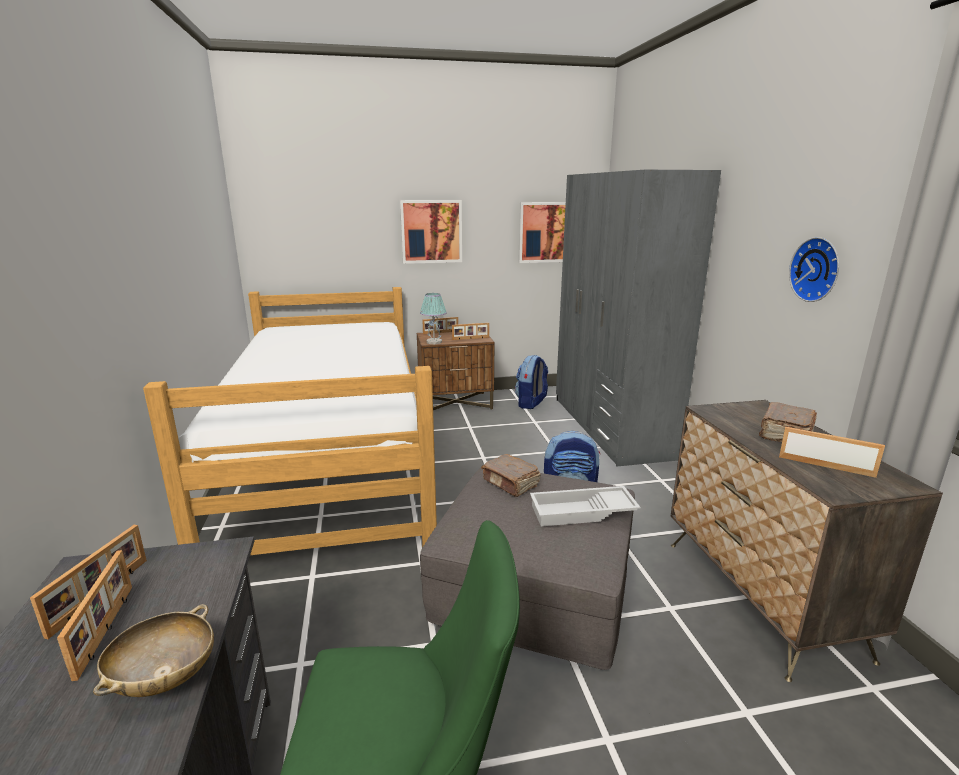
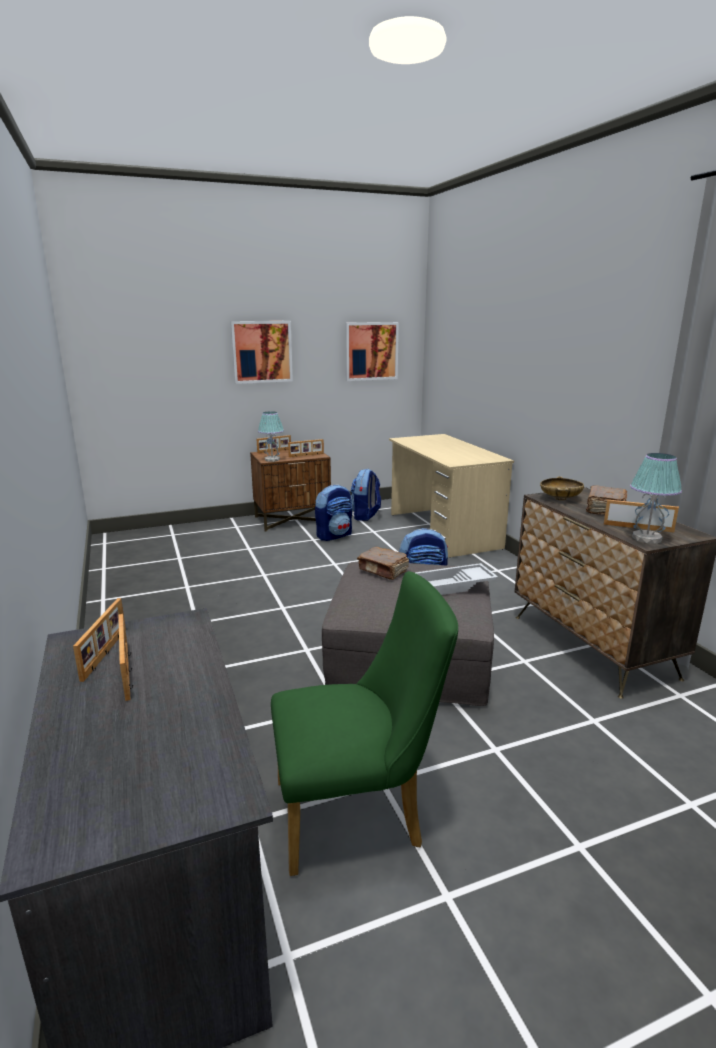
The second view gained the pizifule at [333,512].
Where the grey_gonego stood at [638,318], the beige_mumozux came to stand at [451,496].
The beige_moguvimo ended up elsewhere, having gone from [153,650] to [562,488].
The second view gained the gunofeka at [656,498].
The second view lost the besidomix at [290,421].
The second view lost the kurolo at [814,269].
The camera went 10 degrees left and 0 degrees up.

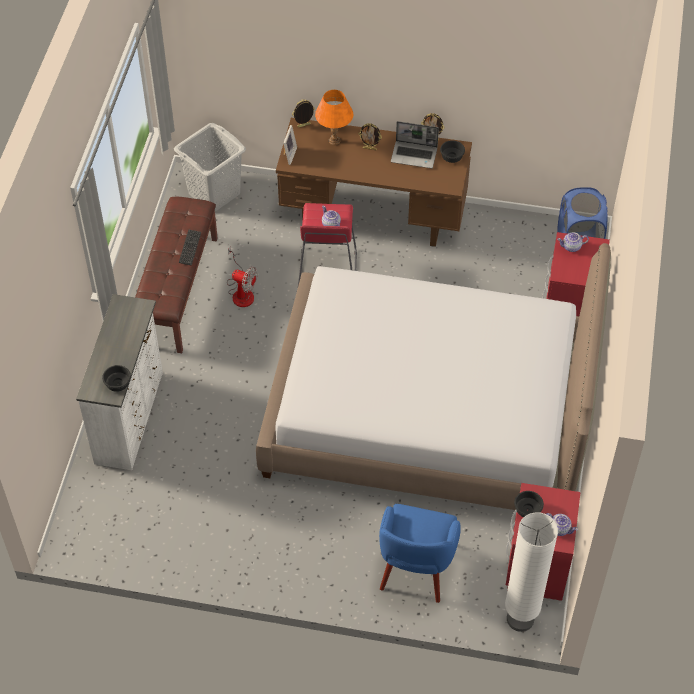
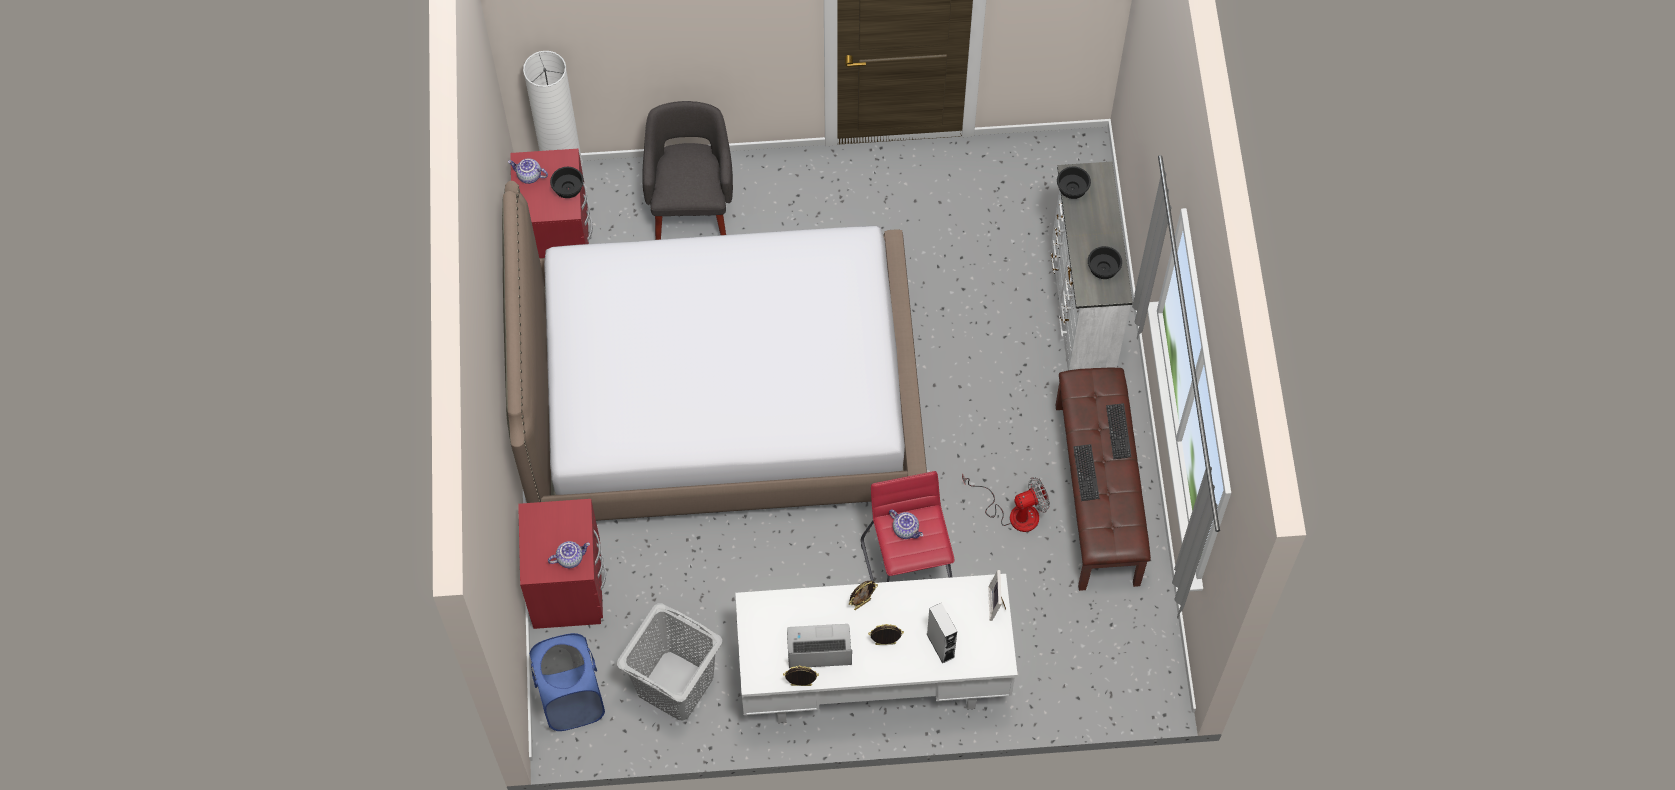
The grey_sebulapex ended up elsewhere, having gone from [210,167] to [669,661].
What was the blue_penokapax at [420,553] turned into the grey_penokapax at [687,170].
What was the brown_mumozux at [374,182] turned into the white_mumozux at [876,648].
The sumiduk ended up elsewhere, having gone from [303,113] to [863,595].
Where the orange_gunofeka stood at [334,117], the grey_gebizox came to stand at [942,633].
The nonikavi at [242,276] ended up facing another way, 150 degrees clockwise from before.
The black_moguvimo ended up elsewhere, having gone from [452,151] to [1105,262].
The second view gained the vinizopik at [1118,431].
The camera went 165 degrees right and 10 degrees up.

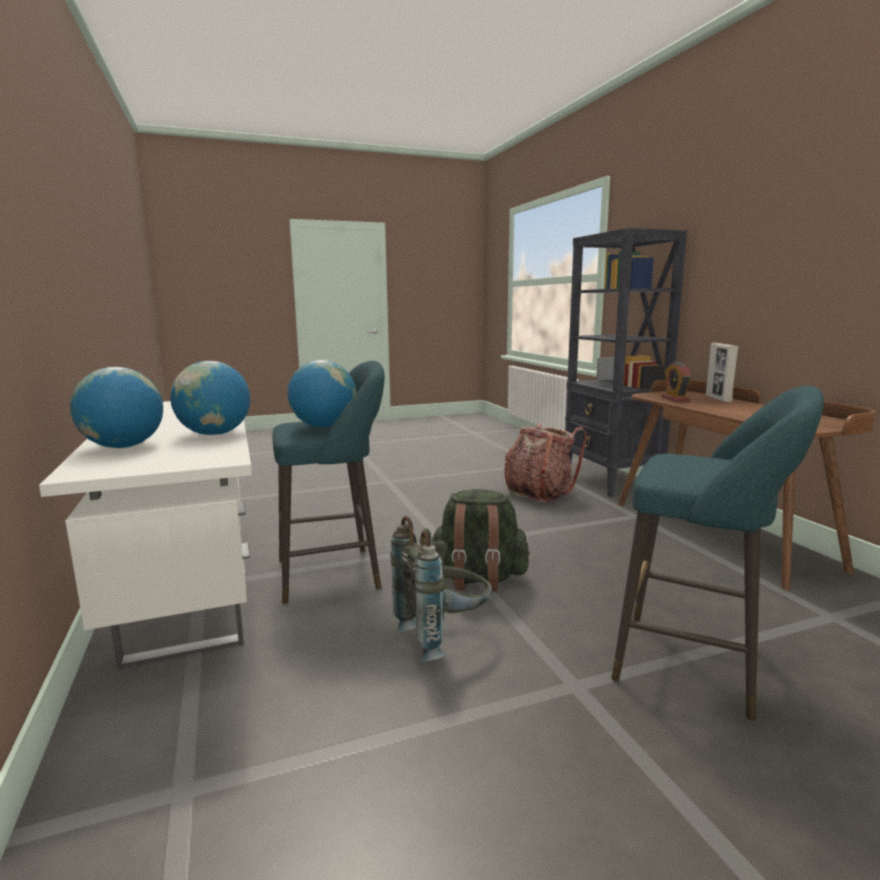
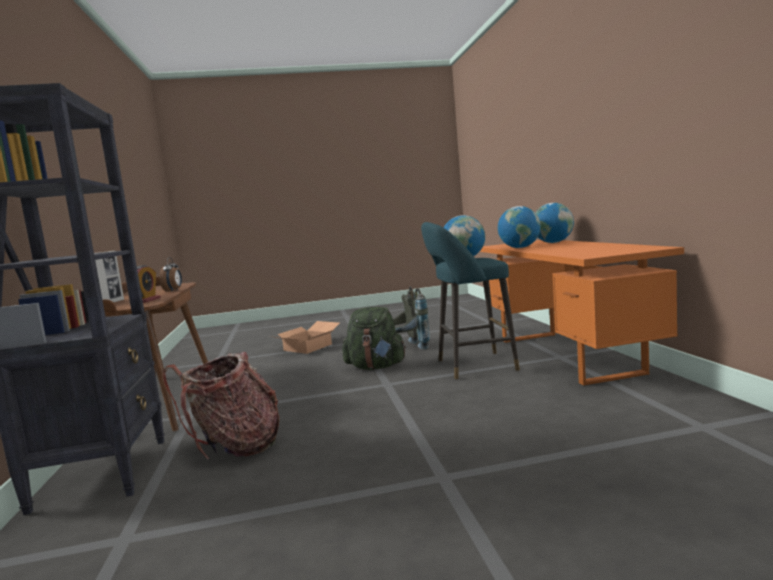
The second view gained the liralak at [170,274].
Where the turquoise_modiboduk stood at [717,553], the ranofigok came to stand at [305,337].
What was the white_mumozux at [145,535] turned into the orange_mumozux at [582,313].
The camera went 170 degrees left and 5 degrees down.

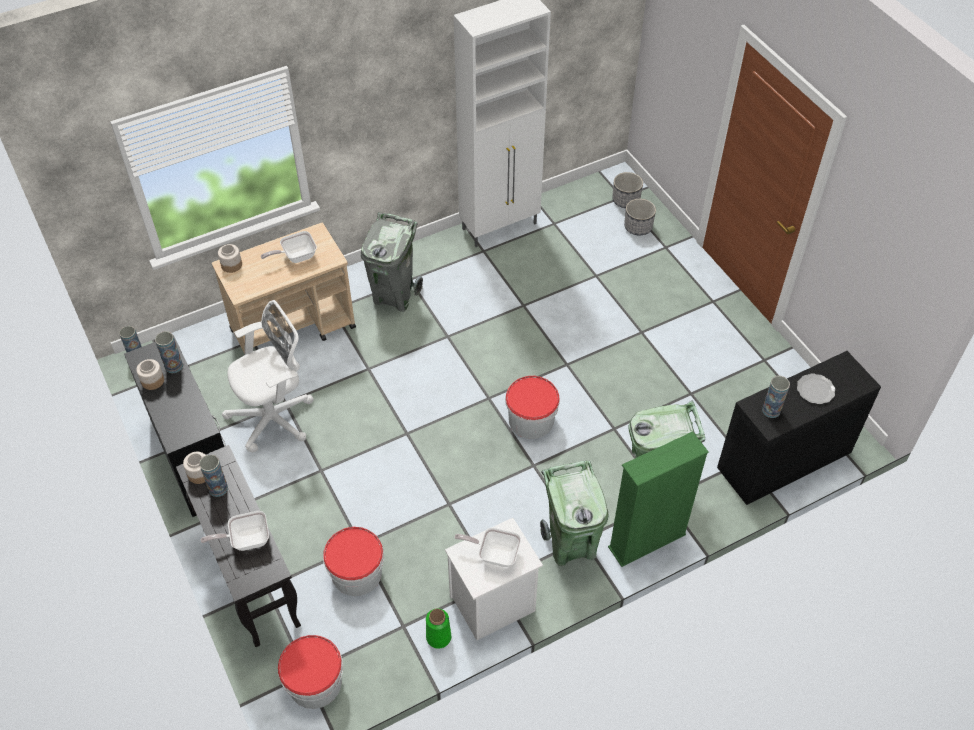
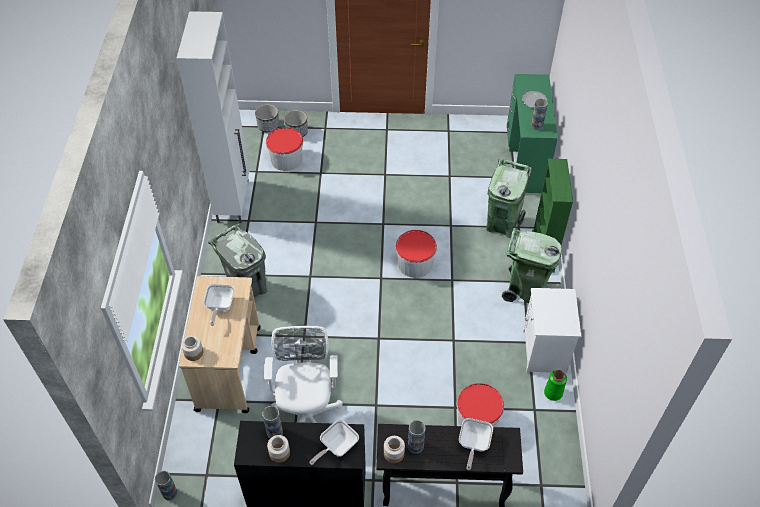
The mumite ended up elsewhere, having gone from [310,672] to [284,149].
The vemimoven ended up elsewhere, having gone from [487,547] to [334,442].
What was the black_mumozux at [799,428] turned into the green_mumozux at [532,133].
The camera went 60 degrees left and 0 degrees up.

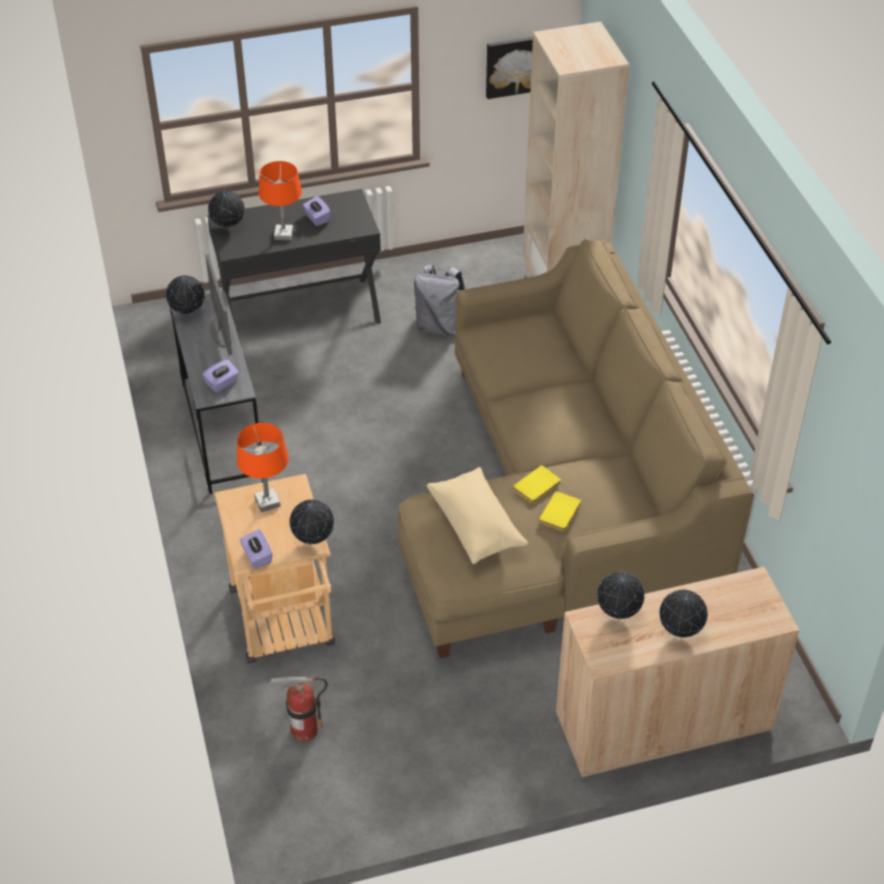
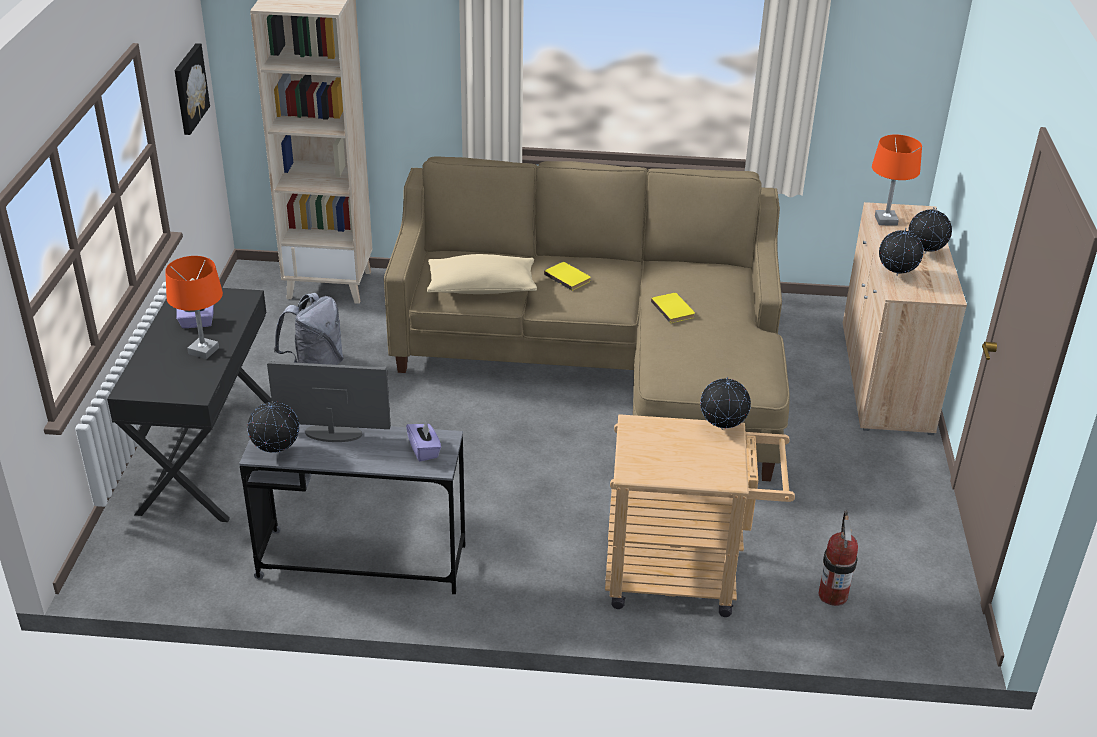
The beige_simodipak ended up elsewhere, having gone from [477,515] to [482,274].
The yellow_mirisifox ended up elsewhere, having gone from [559,511] to [567,276].
The orange_gunofeka ended up elsewhere, having gone from [262,467] to [897,179].
The second view lost the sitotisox at [226,209].
The second view lost the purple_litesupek at [256,549].
The camera went 70 degrees left and 10 degrees down.

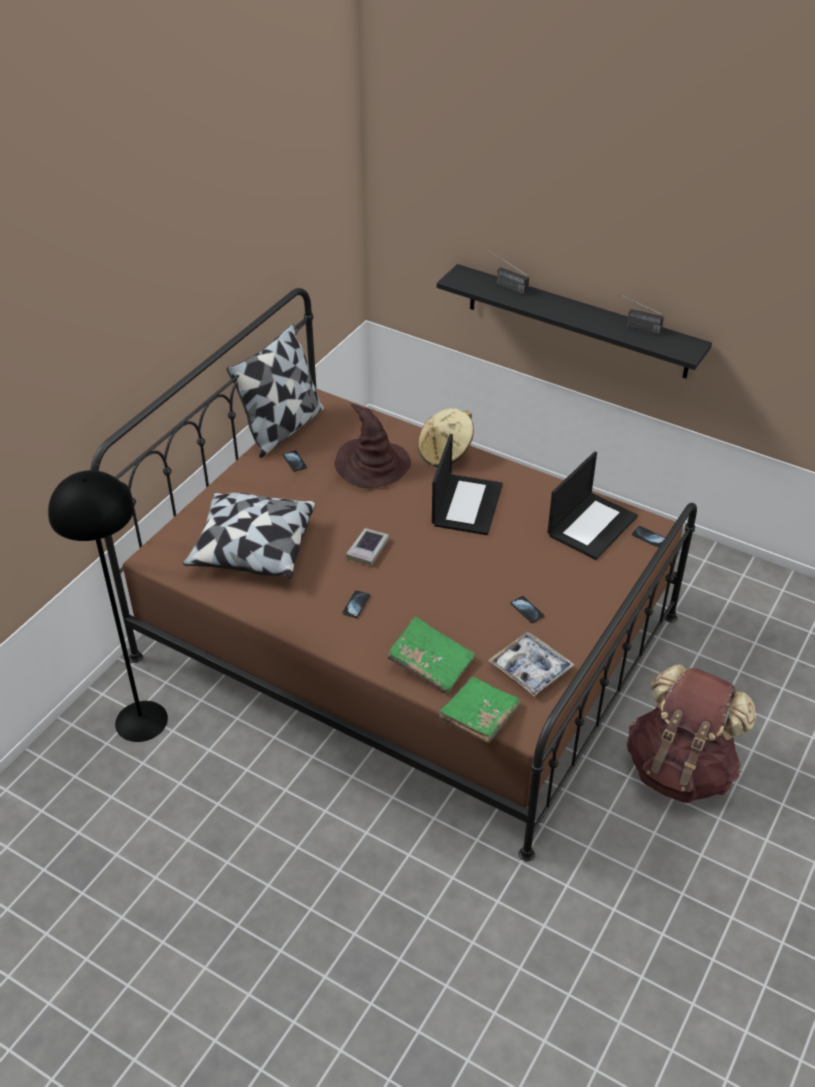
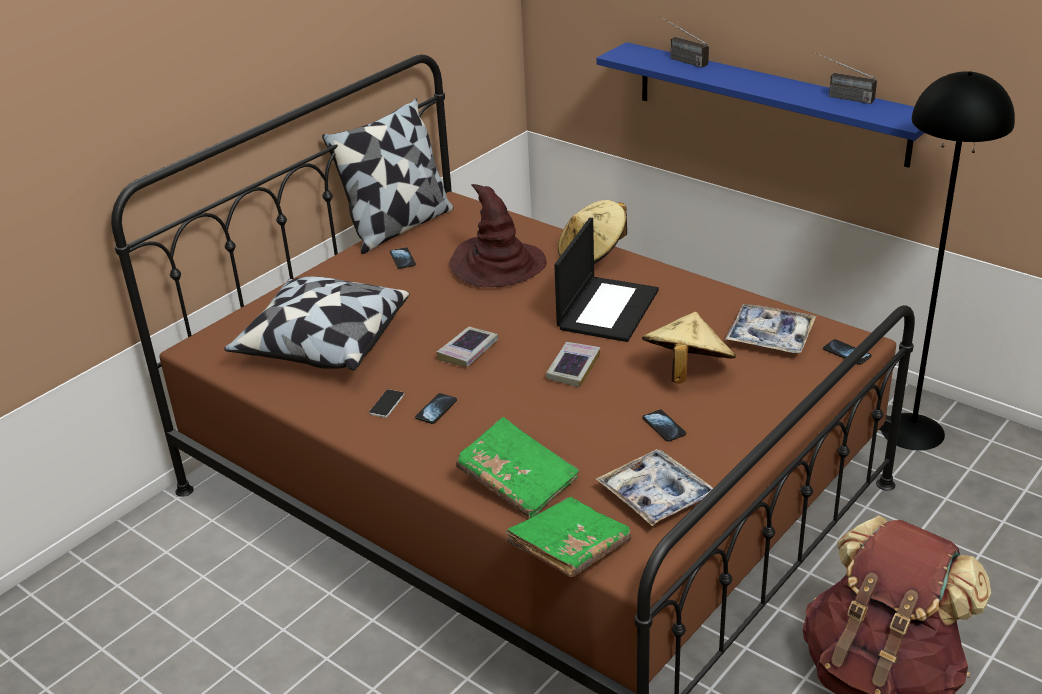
The second view gained the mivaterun at [386,403].
The second view gained the mirisifox at [573,365].
What was the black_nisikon at [574,321] turned into the blue_nisikon at [760,105].
The second view gained the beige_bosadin at [689,348].
Where the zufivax stood at [592,505], the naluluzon came to stand at [770,328].
The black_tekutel ended up elsewhere, having gone from [108,606] to [948,260].
The camera went 10 degrees right and 10 degrees down.

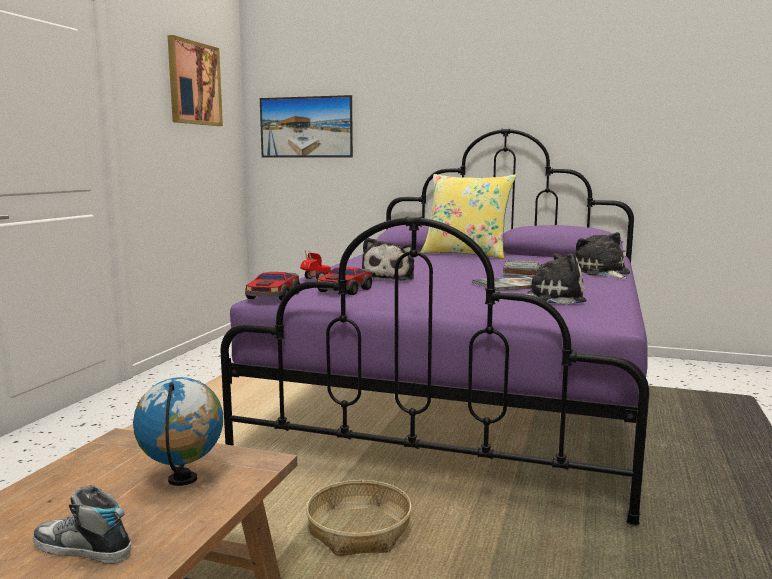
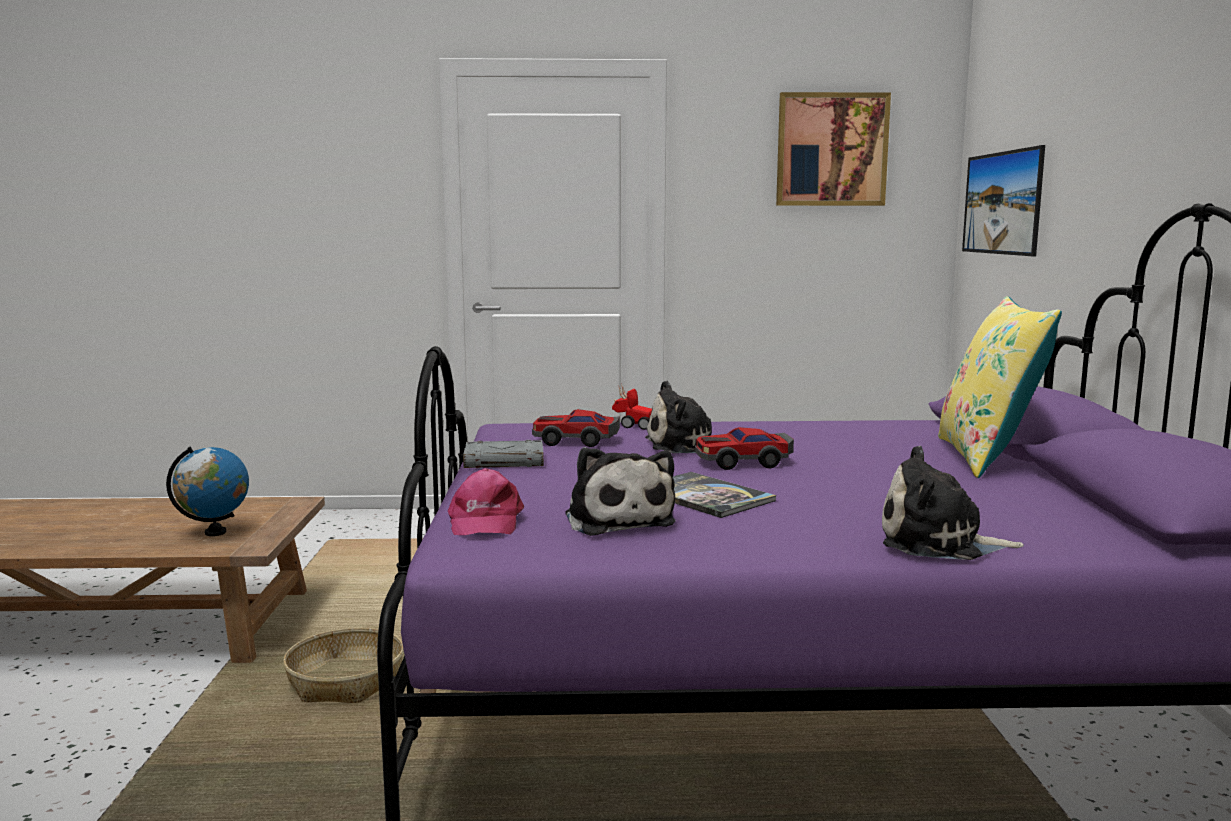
The second view gained the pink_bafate at [486,501].
The grey_mirisifox ended up elsewhere, having gone from [521,268] to [503,454].
The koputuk ended up elsewhere, having gone from [272,286] to [744,448].
The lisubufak at [602,255] ended up facing another way, 135 degrees counterclockwise from before.
The second view lost the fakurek at [82,524].
The camera went 70 degrees right and 0 degrees up.

